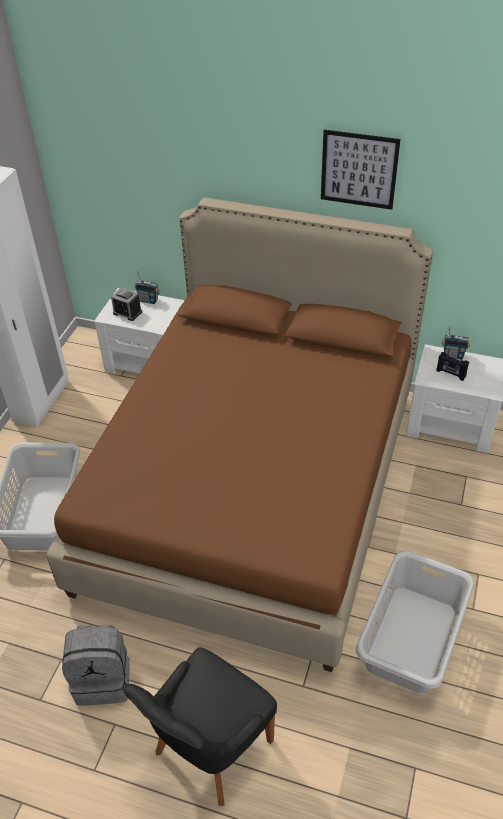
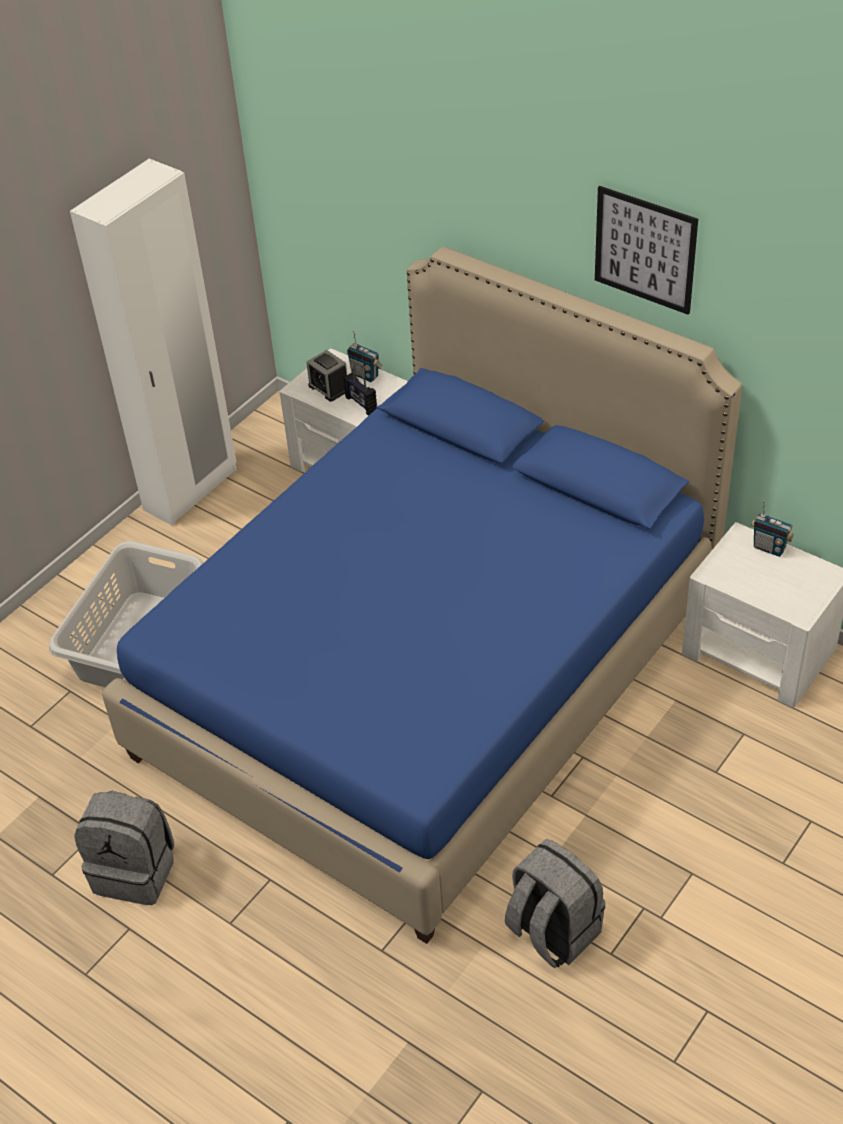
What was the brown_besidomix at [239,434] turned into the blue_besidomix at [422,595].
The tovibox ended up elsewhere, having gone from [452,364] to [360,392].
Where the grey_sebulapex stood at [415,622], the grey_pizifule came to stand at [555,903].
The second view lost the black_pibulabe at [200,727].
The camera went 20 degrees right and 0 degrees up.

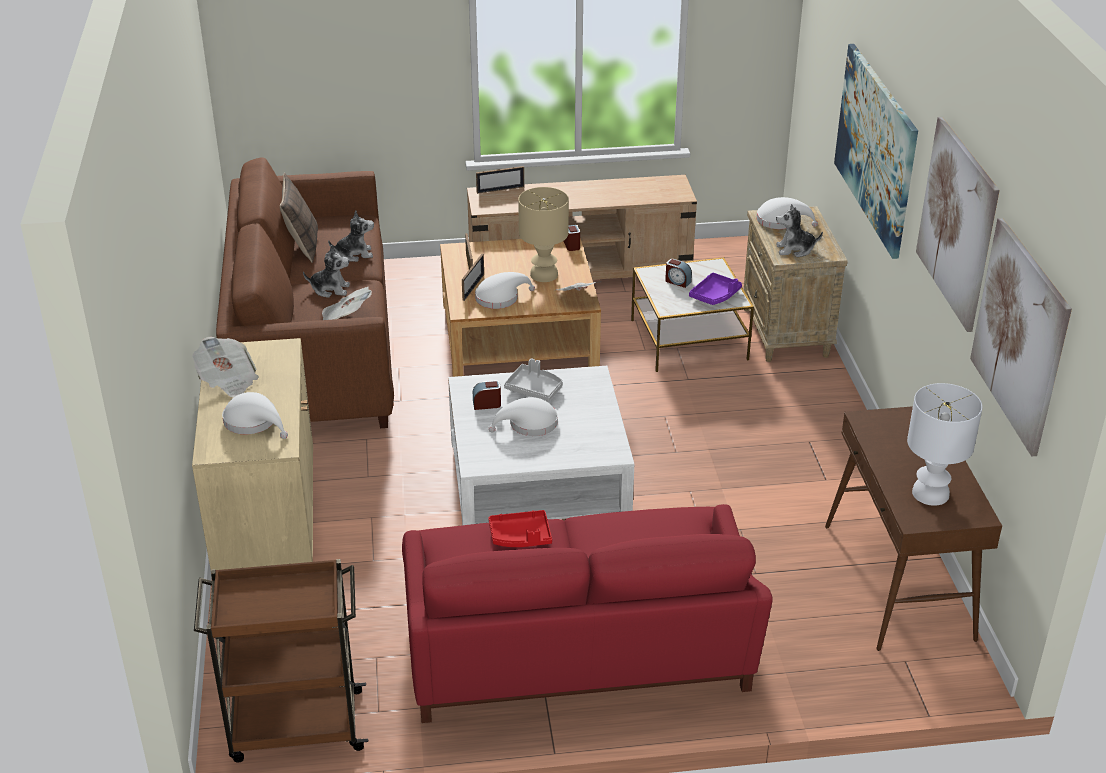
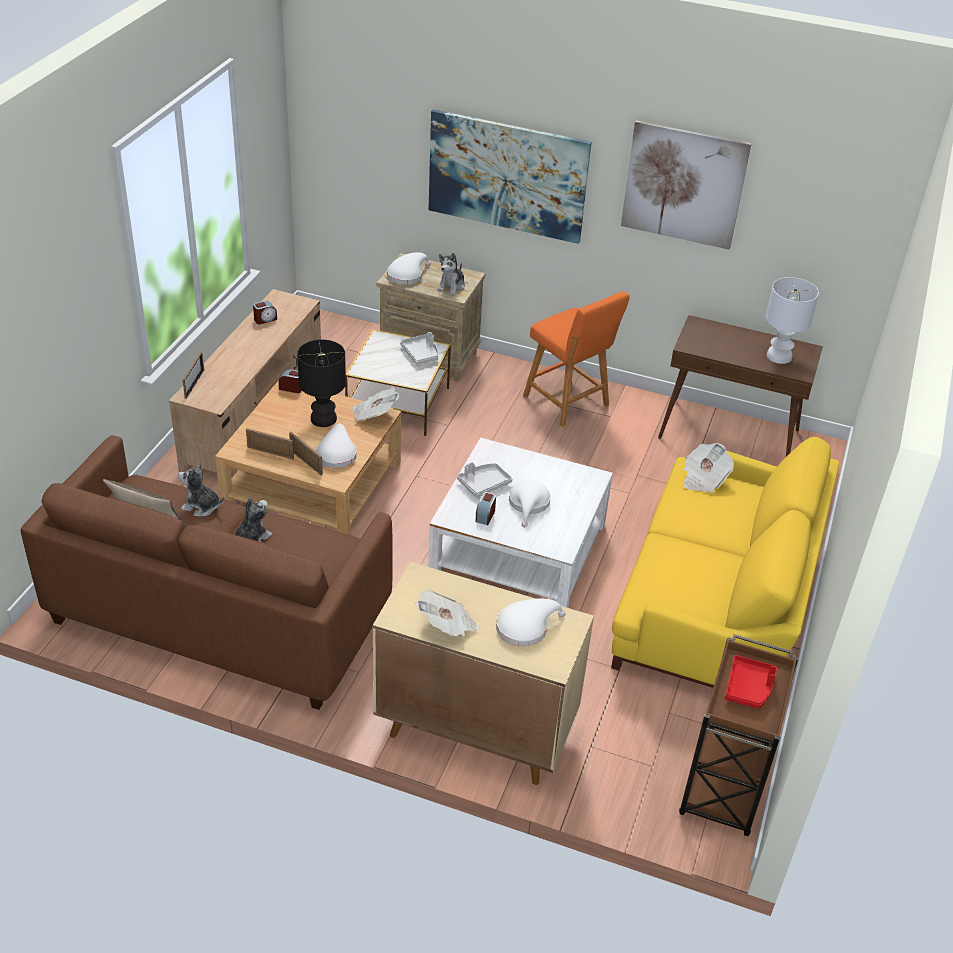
The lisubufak at [351,236] ended up facing another way, 90 degrees counterclockwise from before.
The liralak ended up elsewhere, having gone from [678,273] to [265,313].
What was the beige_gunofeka at [543,234] turned into the black_gunofeka at [321,383].
What was the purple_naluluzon at [715,289] turned into the grey_naluluzon at [419,348].
The second view gained the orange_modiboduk at [576,359].
What was the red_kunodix at [587,613] turned into the yellow_kunodix at [725,562].
The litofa ended up elsewhere, having gone from [347,303] to [708,468].
The red_naluluzon ended up elsewhere, having gone from [520,528] to [751,681].
The second view lost the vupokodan at [1021,337].
The camera went 65 degrees left and 5 degrees up.

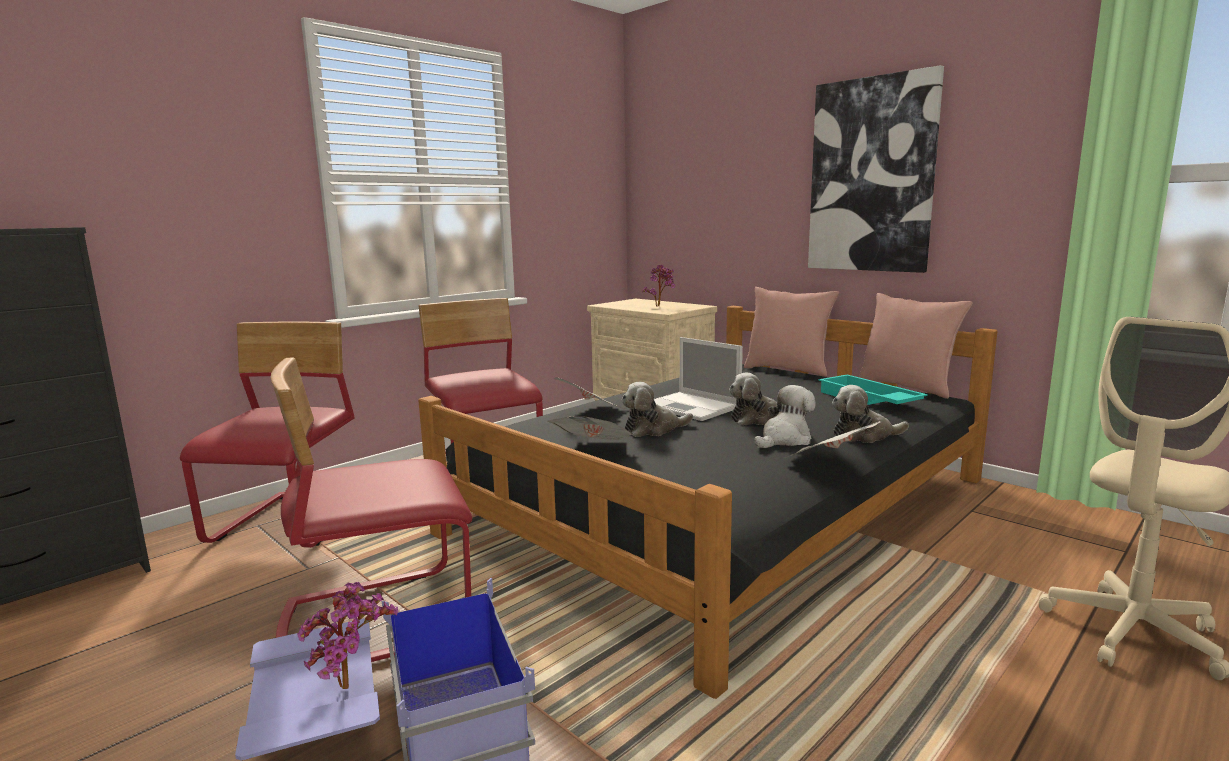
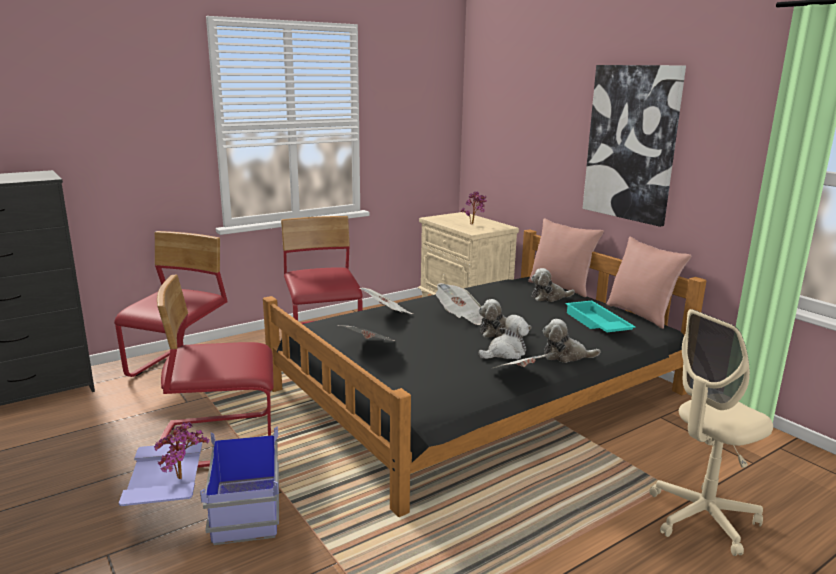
Where the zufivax stood at [698,379], the litofa came to stand at [459,304].
The lisubufak ended up elsewhere, having gone from [657,409] to [553,285].
The camera went 10 degrees right and 5 degrees up.

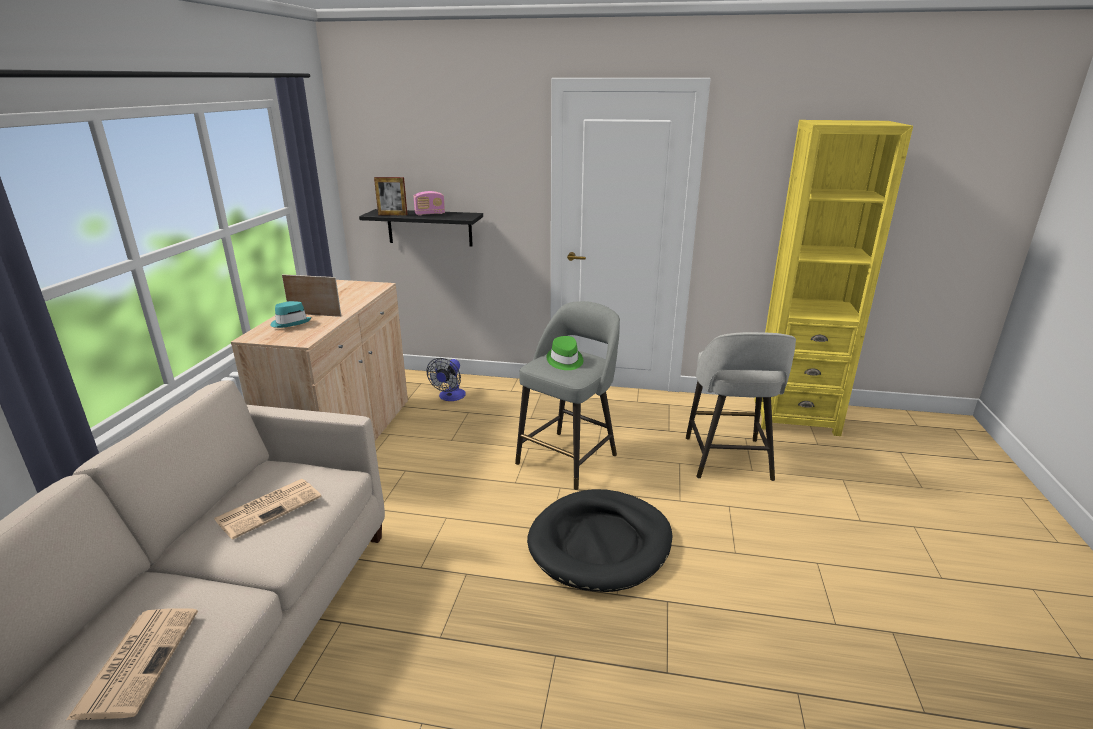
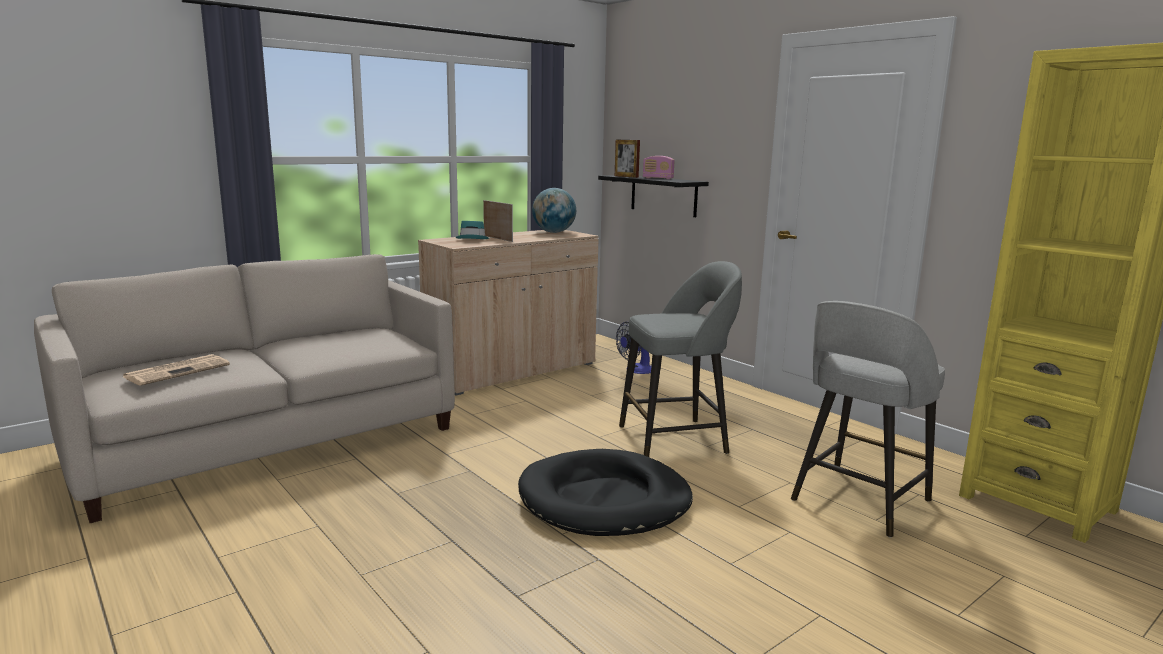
The second view gained the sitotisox at [554,210].
The second view lost the litofa at [268,509].
The second view lost the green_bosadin at [564,353].
The camera went 40 degrees right and 10 degrees down.

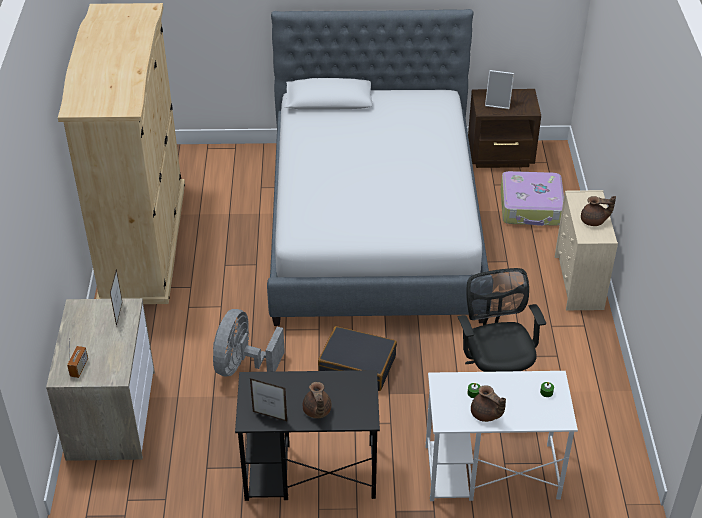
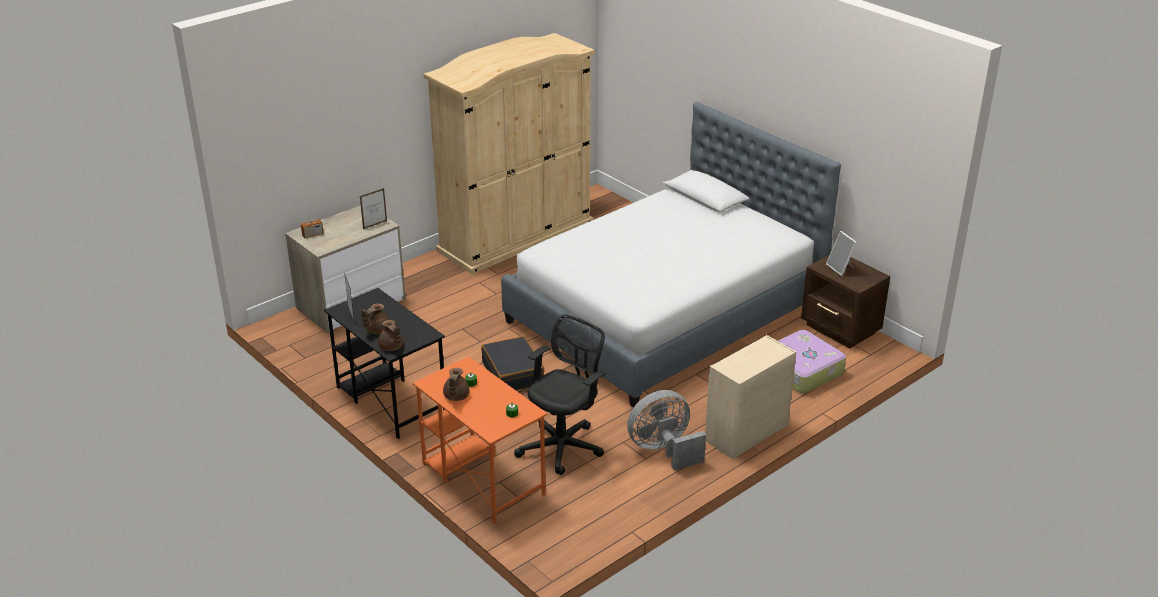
The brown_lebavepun ended up elsewhere, having gone from [598,211] to [390,335].
What was the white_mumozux at [502,436] turned into the orange_mumozux at [480,440].
The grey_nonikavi ended up elsewhere, having gone from [249,342] to [666,430].
The camera went 50 degrees right and 10 degrees down.

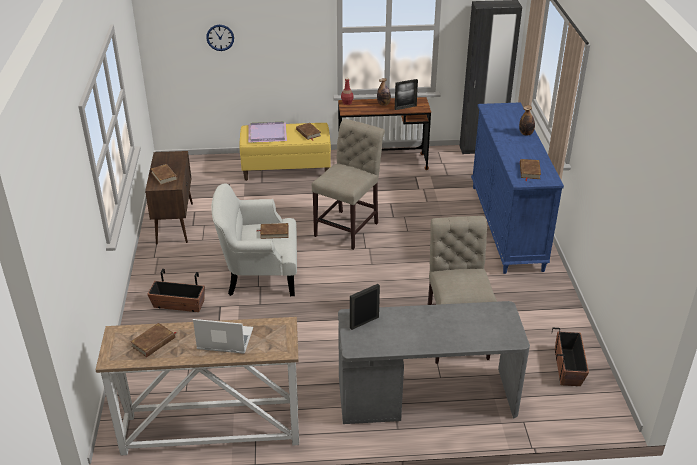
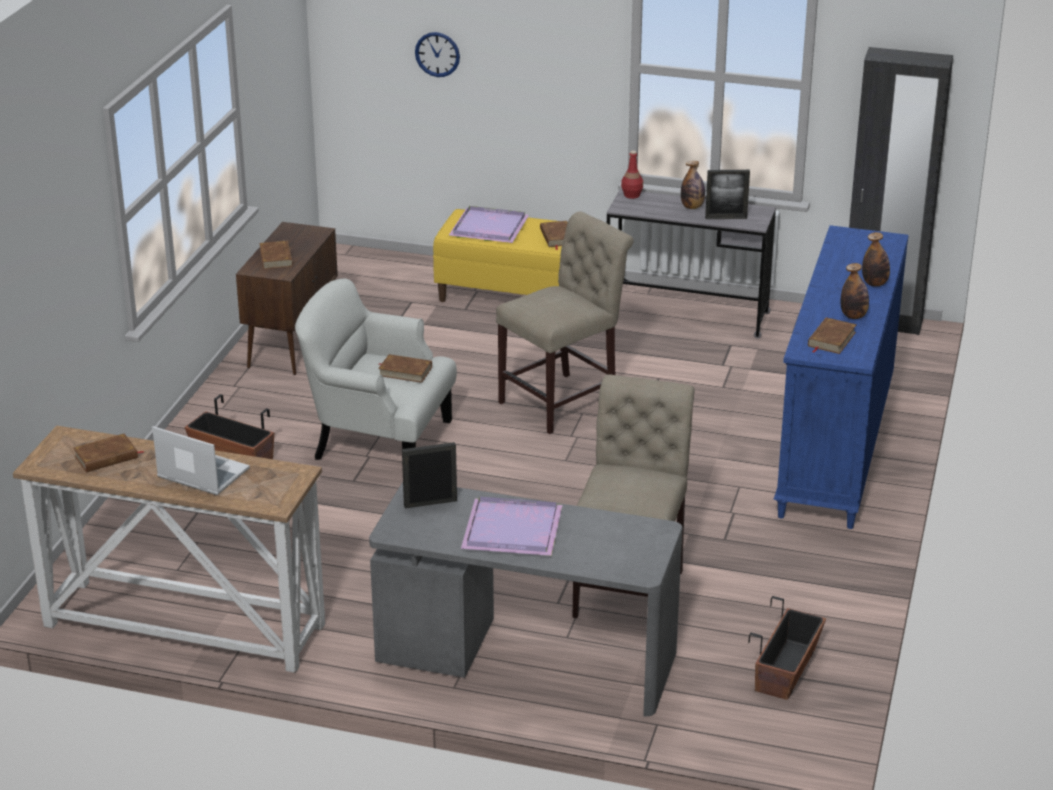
The second view gained the purple_naluluzon at [511,526].
What was the brown_mumozux at [384,133] turned into the grey_mumozux at [691,264].
The second view gained the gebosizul at [854,291].
The camera went 20 degrees right and 5 degrees down.

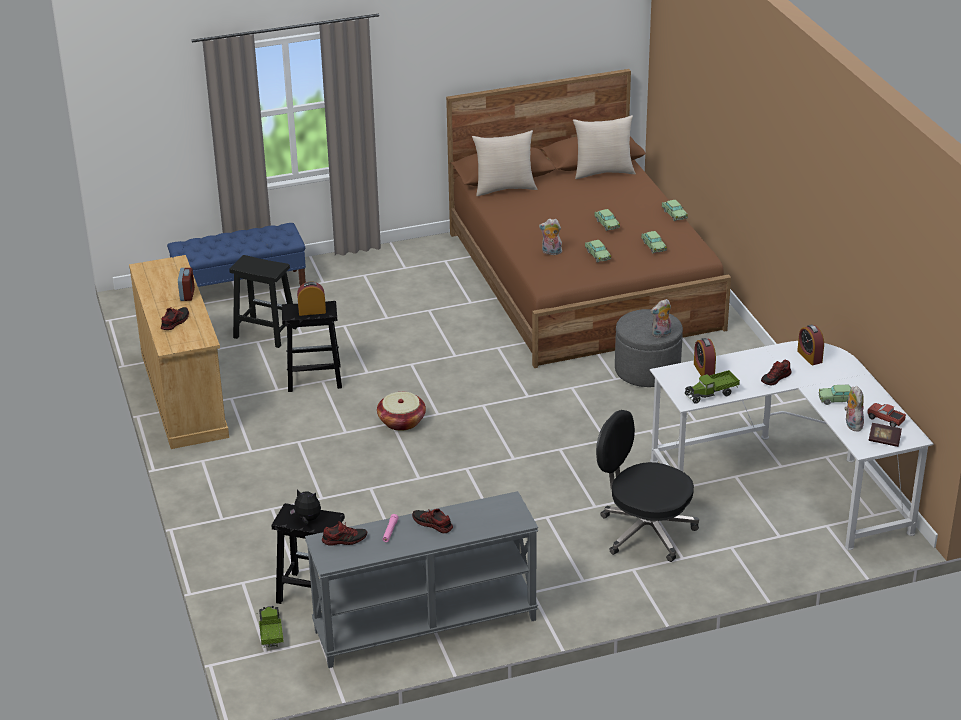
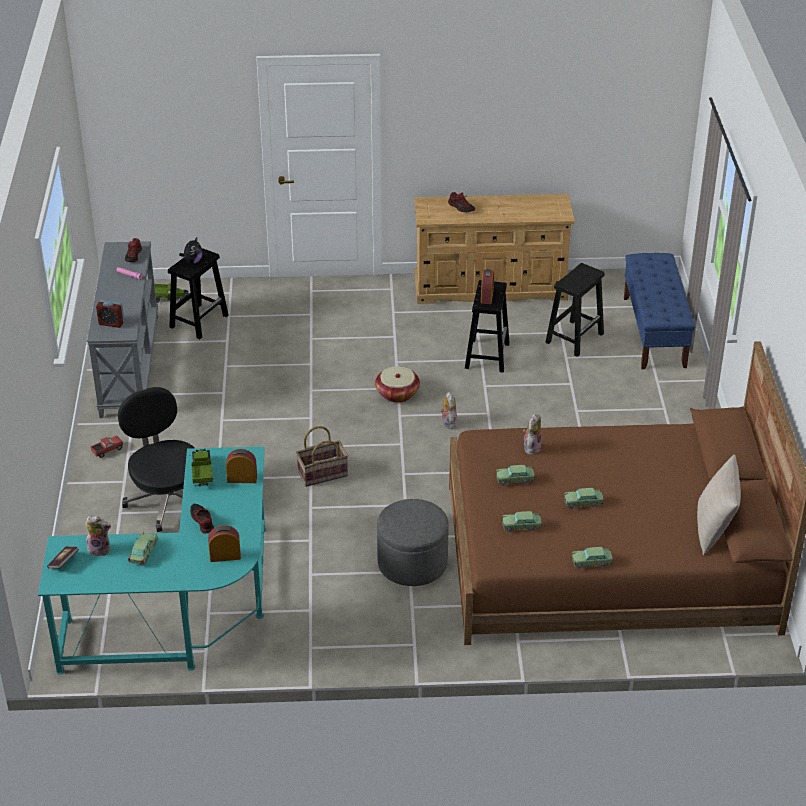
What was the white_mumozux at [791,445] turned into the turquoise_mumozux at [152,560].
The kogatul ended up elsewhere, having gone from [886,415] to [107,447].
The liralak ended up elsewhere, having gone from [186,284] to [110,314].
The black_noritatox at [647,486] ended up facing another way, 75 degrees counterclockwise from before.
The second view gained the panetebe at [322,456].
The lisubufak ended up elsewhere, having gone from [661,318] to [448,410].
The second view lost the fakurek at [432,521].
The second view lost the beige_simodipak at [504,163].
The camera went 105 degrees right and 5 degrees up.

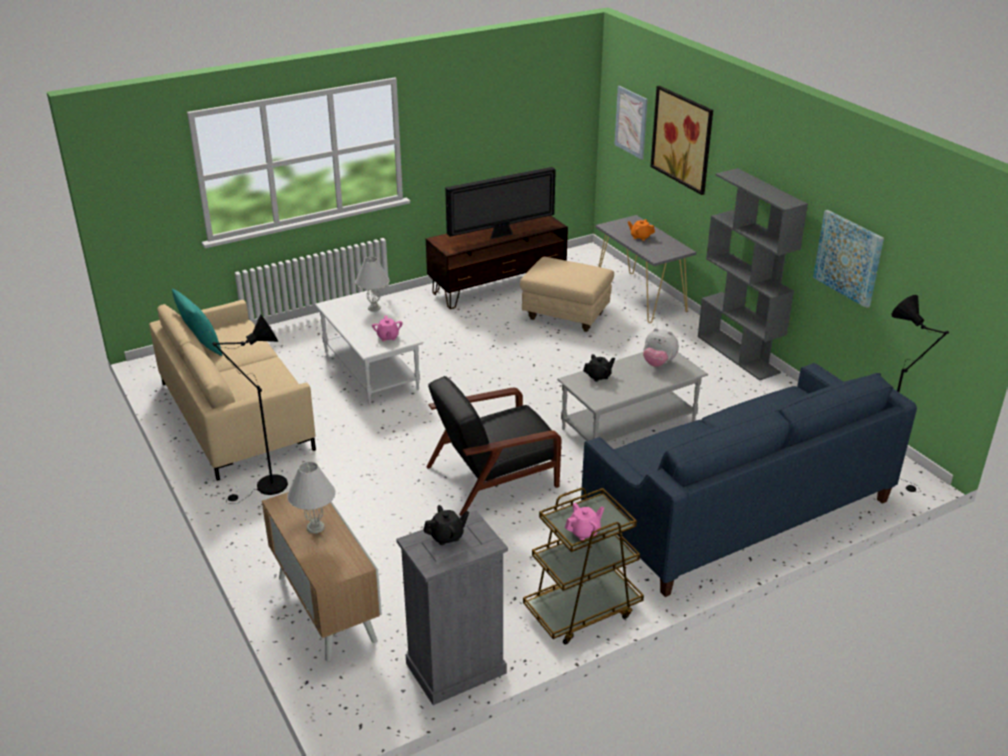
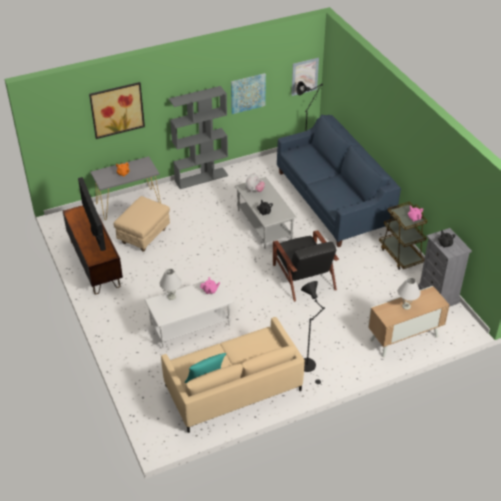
The vupokodan ended up elsewhere, having gone from [631,123] to [305,76].
The camera went 85 degrees left and 10 degrees up.

